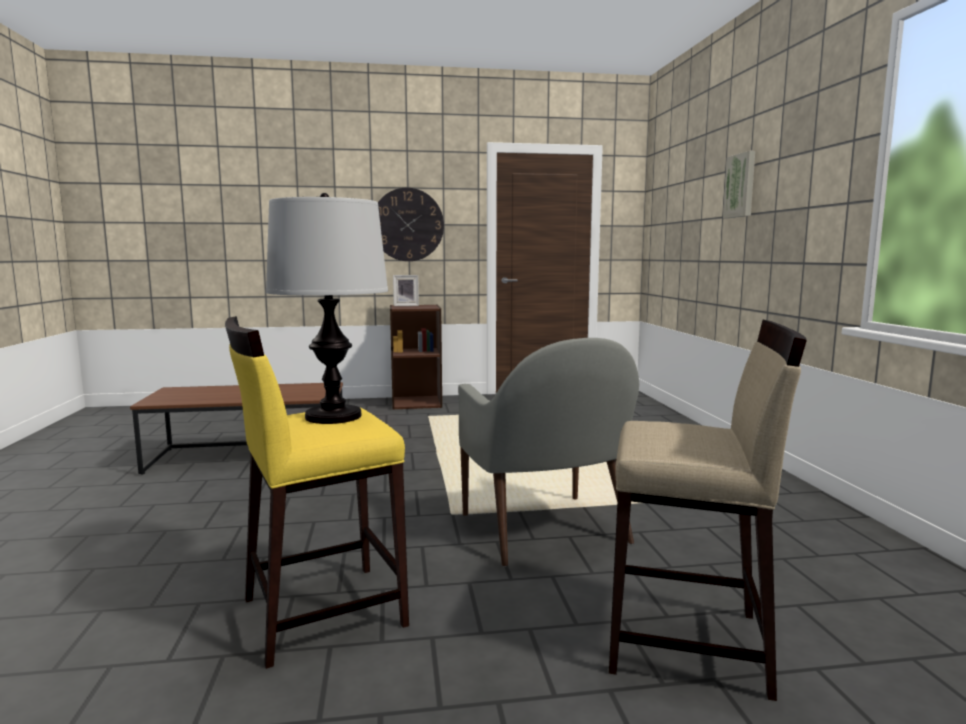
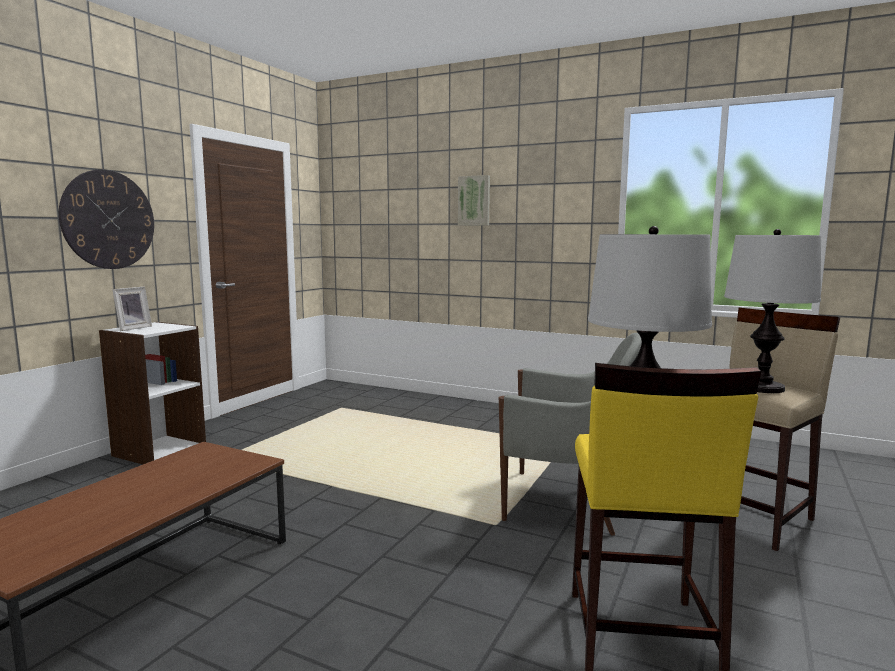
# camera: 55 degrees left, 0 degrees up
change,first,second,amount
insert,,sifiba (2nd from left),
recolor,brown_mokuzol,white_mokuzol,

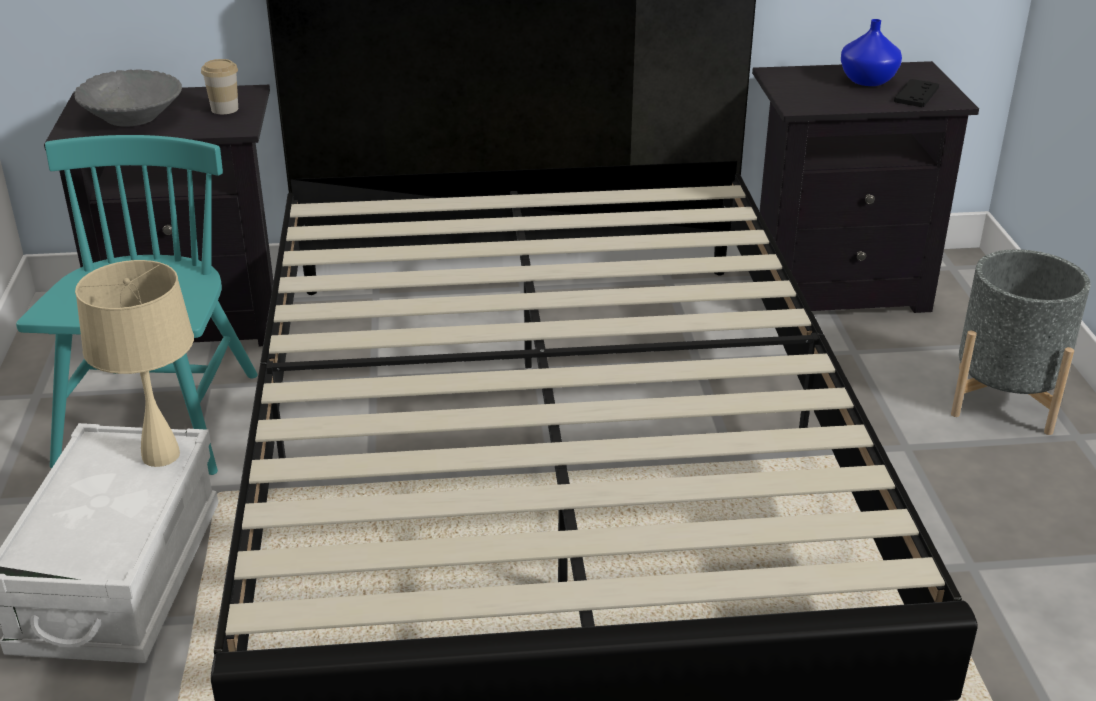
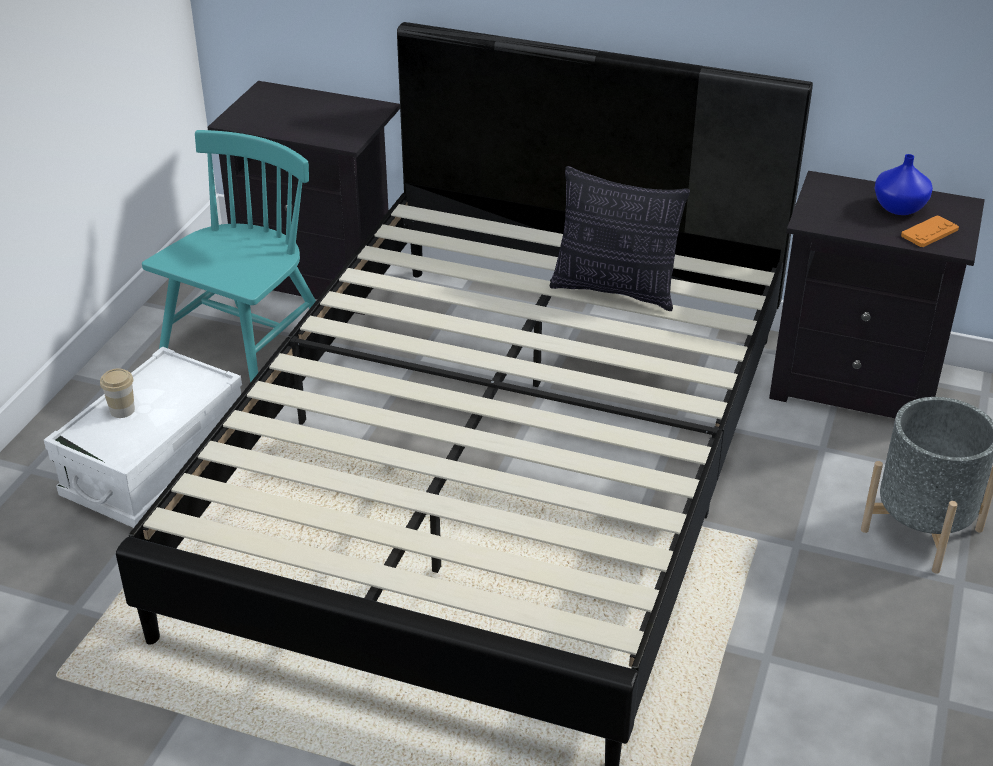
# camera: 25 degrees right, 5 degrees up
change,first,second,amount
delete,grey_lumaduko,,
delete,beige_sifiba,,
insert,,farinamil,
move,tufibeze,,
recolor,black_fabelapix,orange_fabelapix,

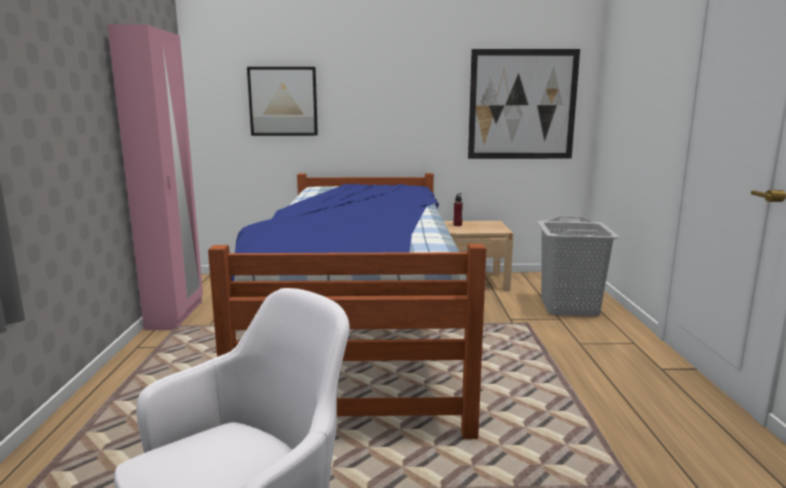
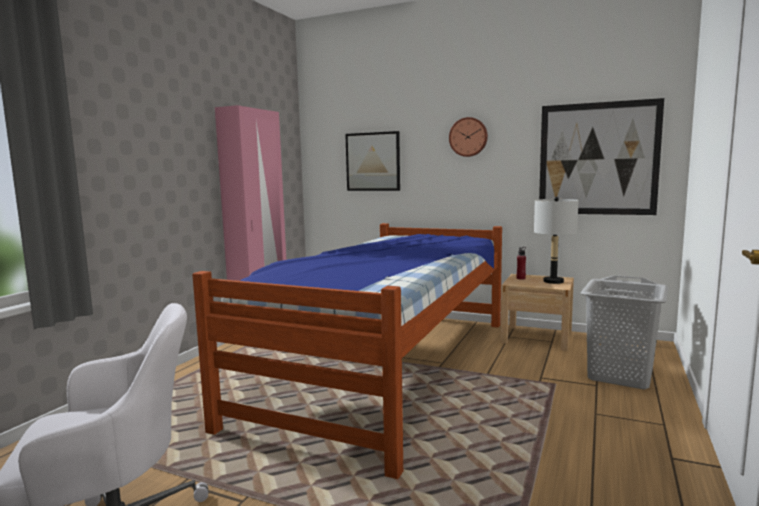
# camera: 25 degrees right, 5 degrees down
change,first,second,amount
insert,,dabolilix,
insert,,grey_sifiba,

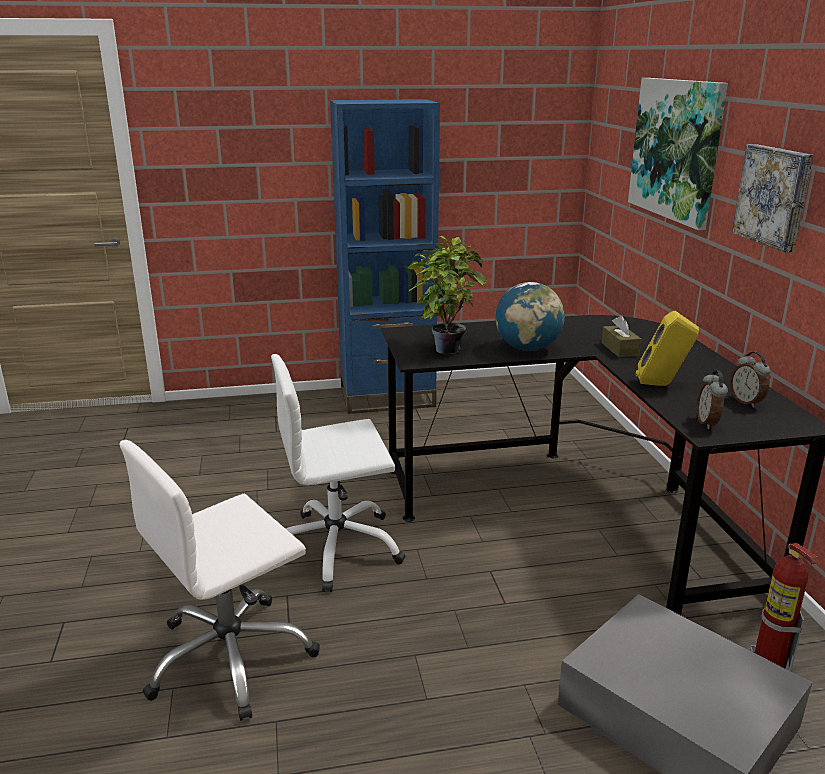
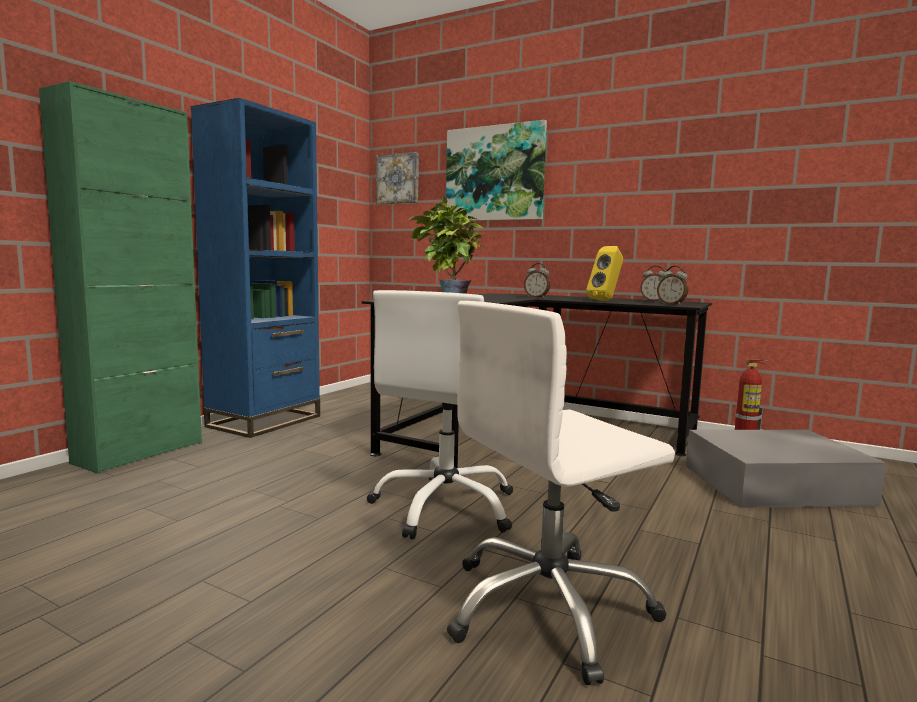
# camera: 50 degrees left, 15 degrees down
change,first,second,amount
delete,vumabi,,
insert,,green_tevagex,
move,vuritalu (2nd from left in the first image),vuritalu (1st from left),
replace,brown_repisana,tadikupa (1st from left),
rotate,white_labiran (1st from left in the first image),white_labiran (2nd from left),60 degrees clockwise

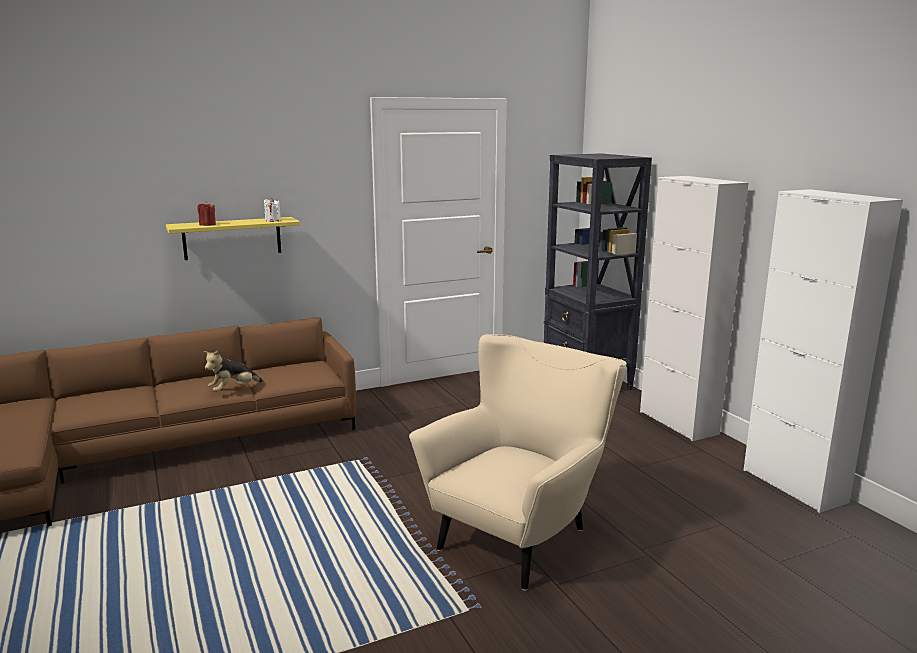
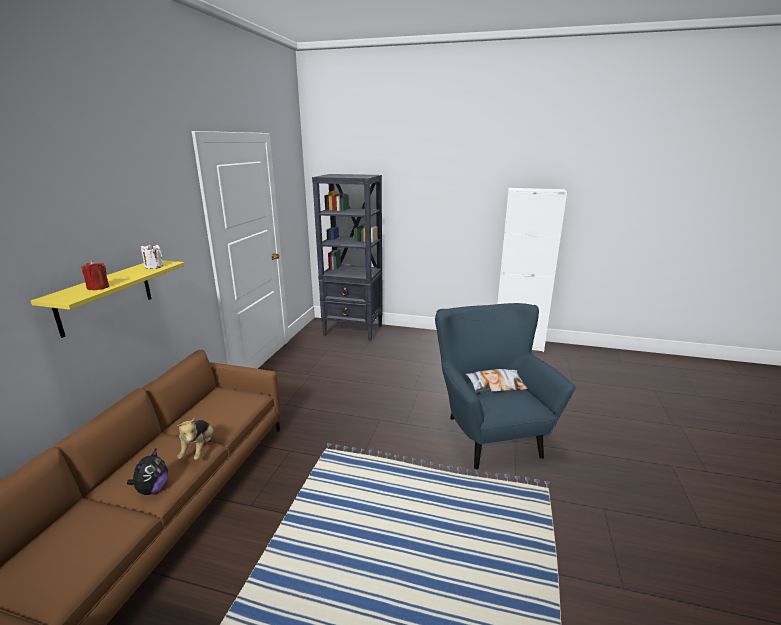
# camera: 50 degrees left, 5 degrees up
change,first,second,amount
delete,white_tevagex (1st from left),,
insert,,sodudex (1st from left),
insert,,farinamil,
recolor,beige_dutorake,blue_dutorake,

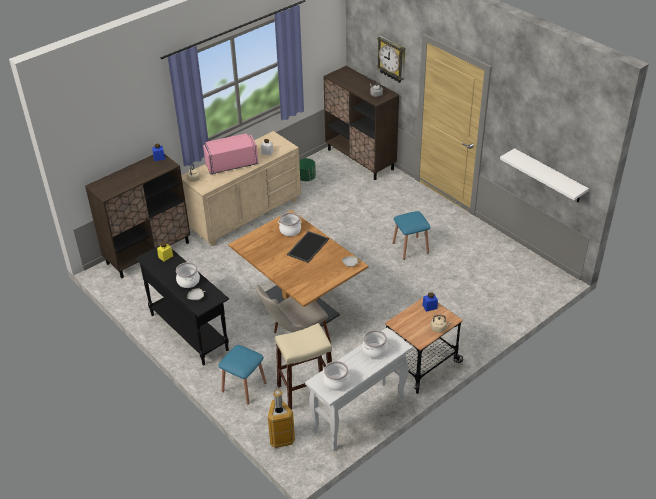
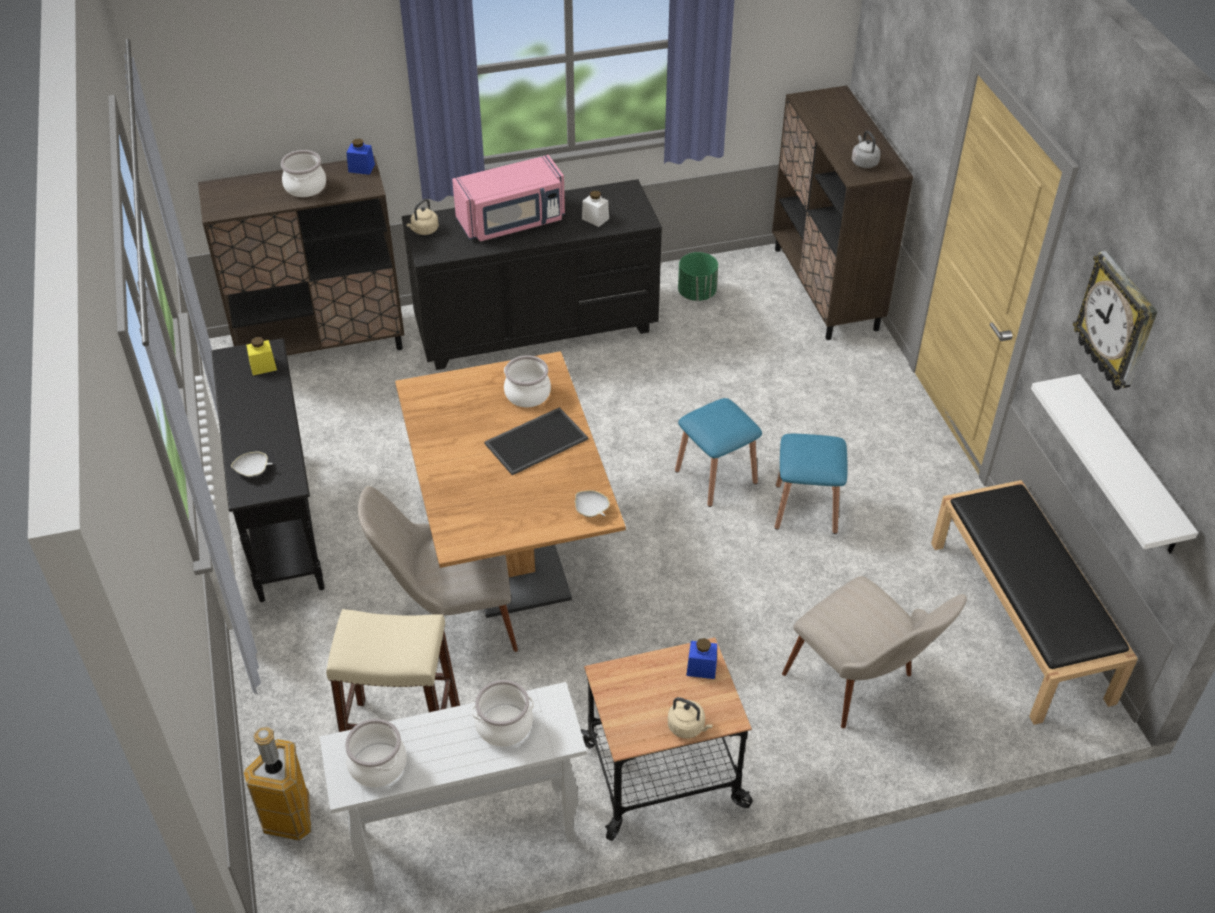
# camera: 25 degrees right, 5 degrees up
change,first,second,amount
insert,,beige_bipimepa (2nd from left),
insert,,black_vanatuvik,
move,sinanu (1st from left),,
move,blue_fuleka (1st from left),,
move,dabolilix,,
recolor,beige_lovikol,black_lovikol,
rotate,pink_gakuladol,,150 degrees clockwise

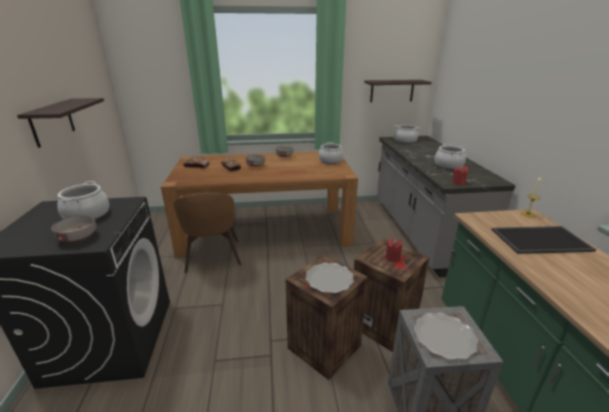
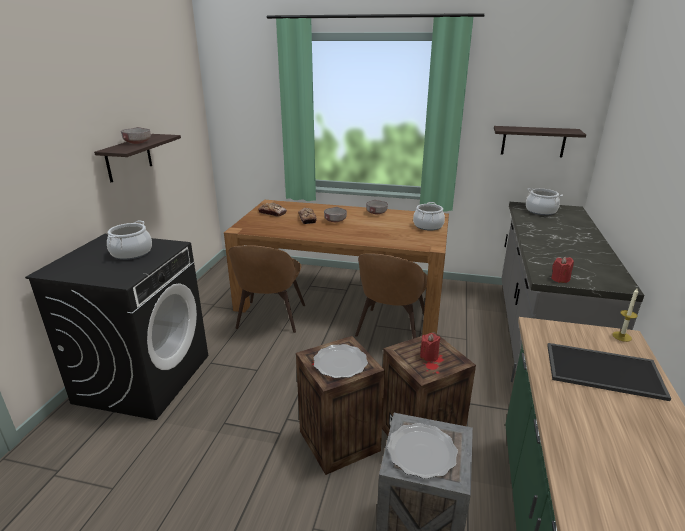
# camera: 20 degrees right, 0 degrees up
change,first,second,amount
delete,sinanu (4th from left),,
insert,,brown_bipimepa (2nd from left),
move,grey_lumaduko (1st from left),,

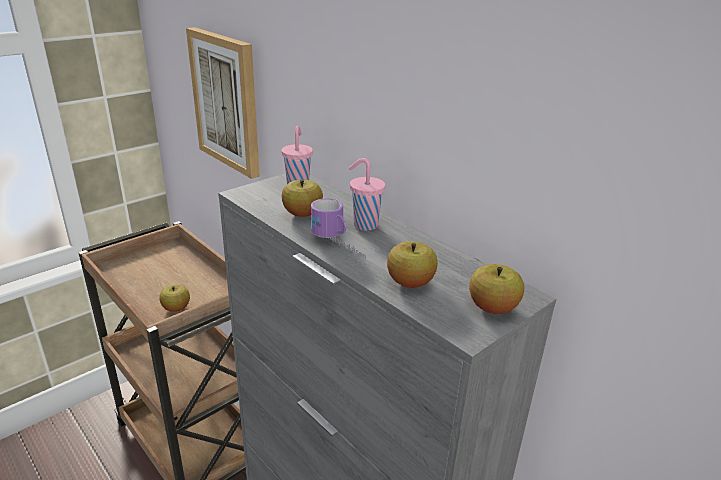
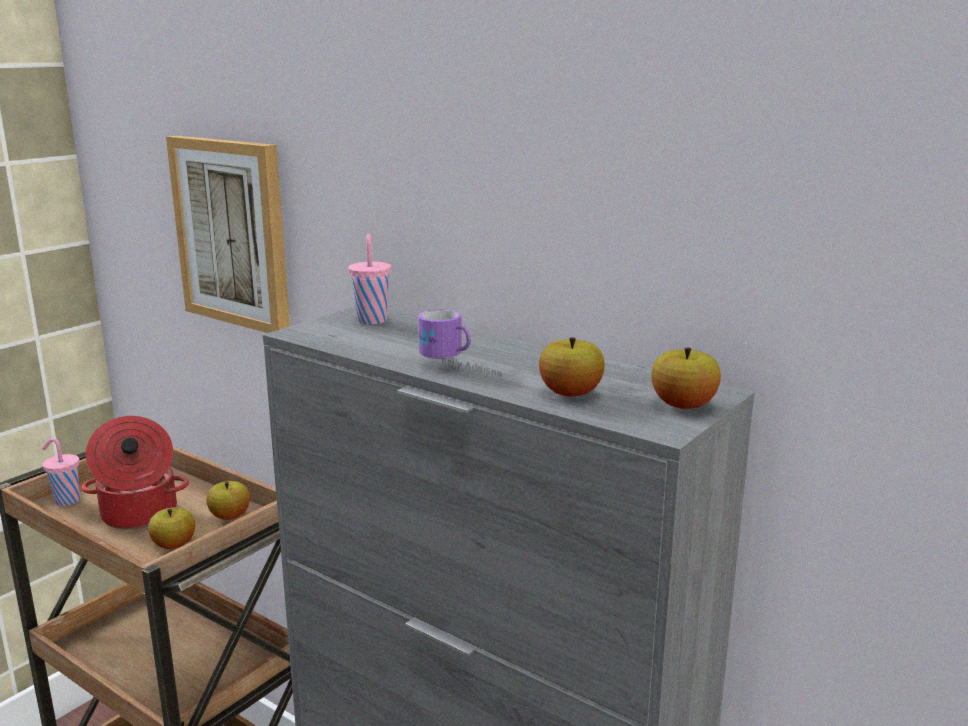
# camera: 10 degrees left, 10 degrees down
change,first,second,amount
insert,,sinanu,
move,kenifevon (2nd from left),,
move,pink_tufibeze (2nd from left in the first image),pink_tufibeze (1st from left),

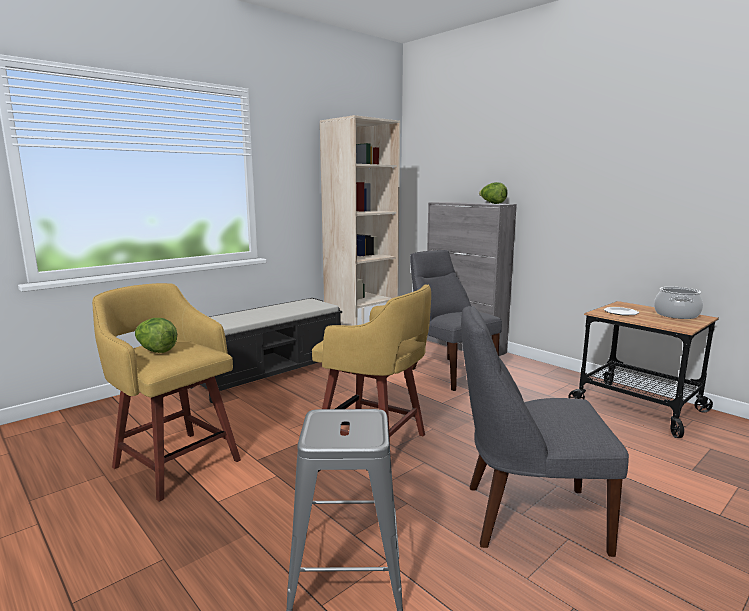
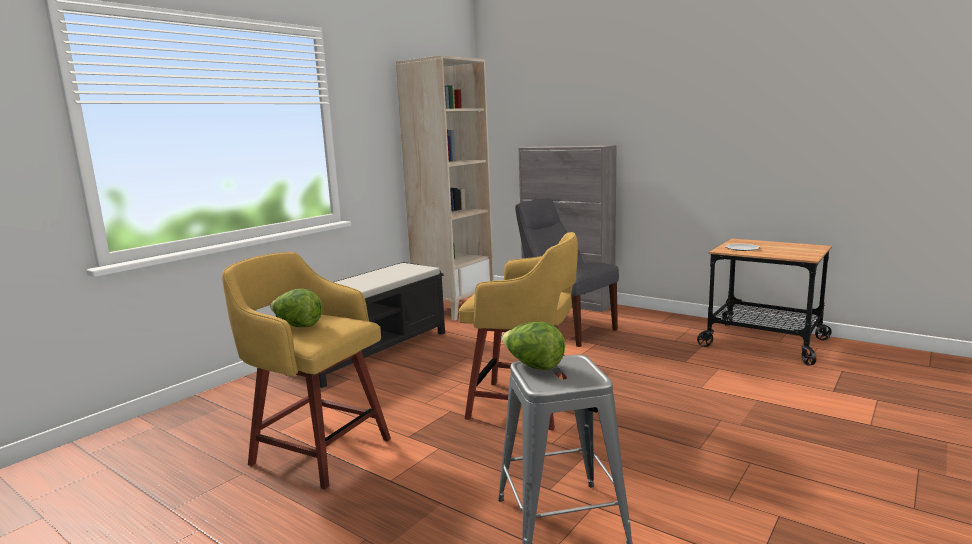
# camera: 10 degrees left, 0 degrees up
change,first,second,amount
delete,grey_bipimepa (2nd from left),,
delete,sinanu,,
move,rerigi (2nd from left),,

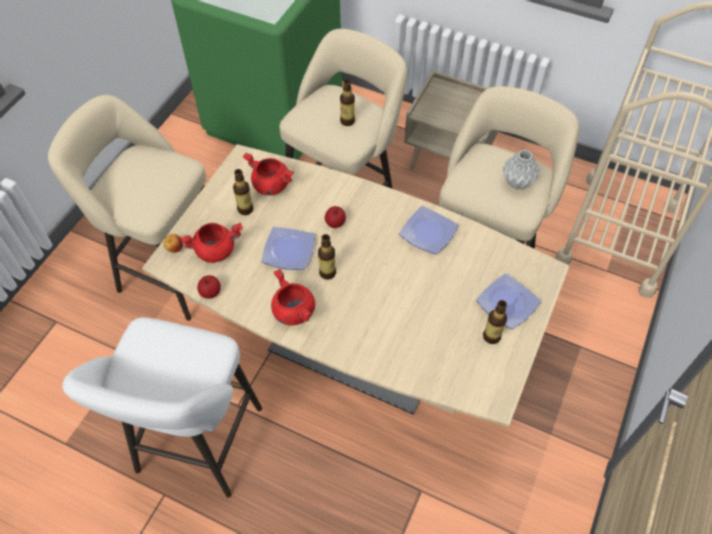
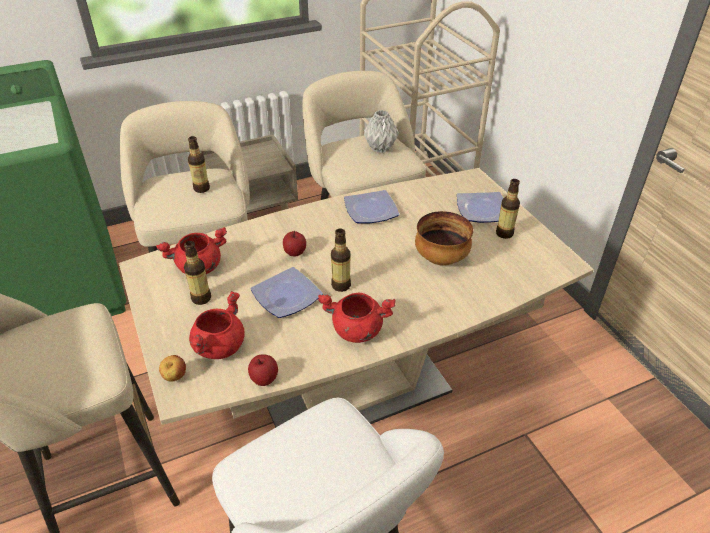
# camera: 50 degrees left, 15 degrees down
change,first,second,amount
insert,,lumaduko,

